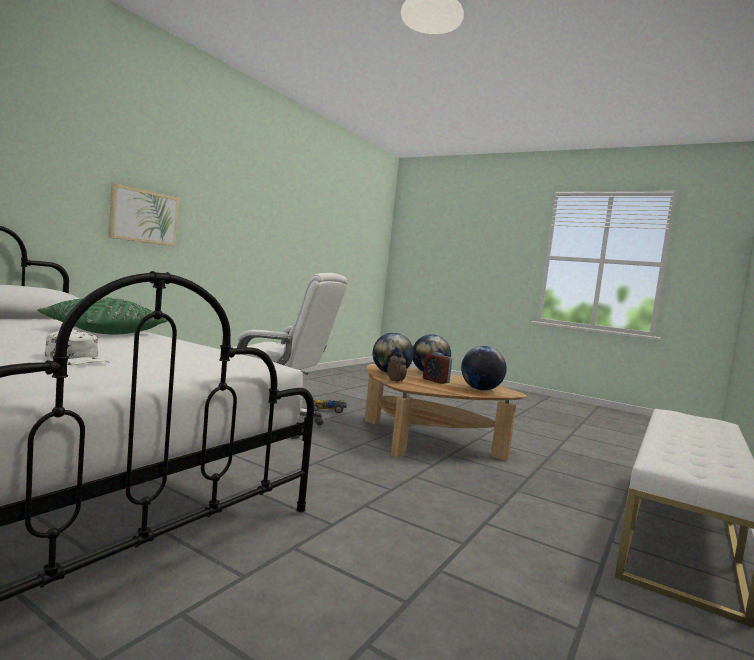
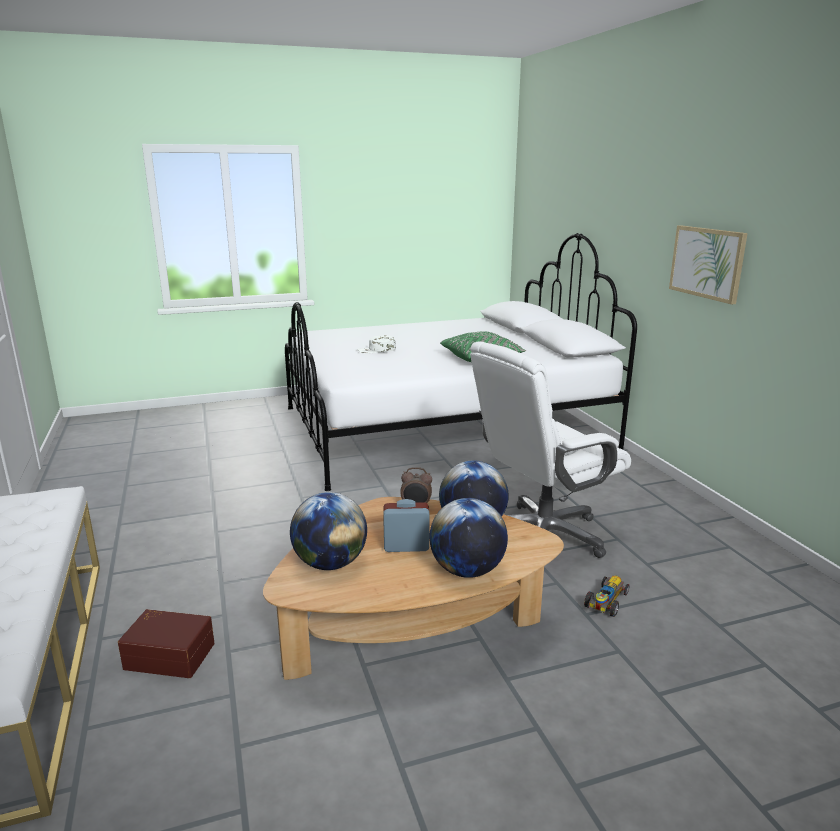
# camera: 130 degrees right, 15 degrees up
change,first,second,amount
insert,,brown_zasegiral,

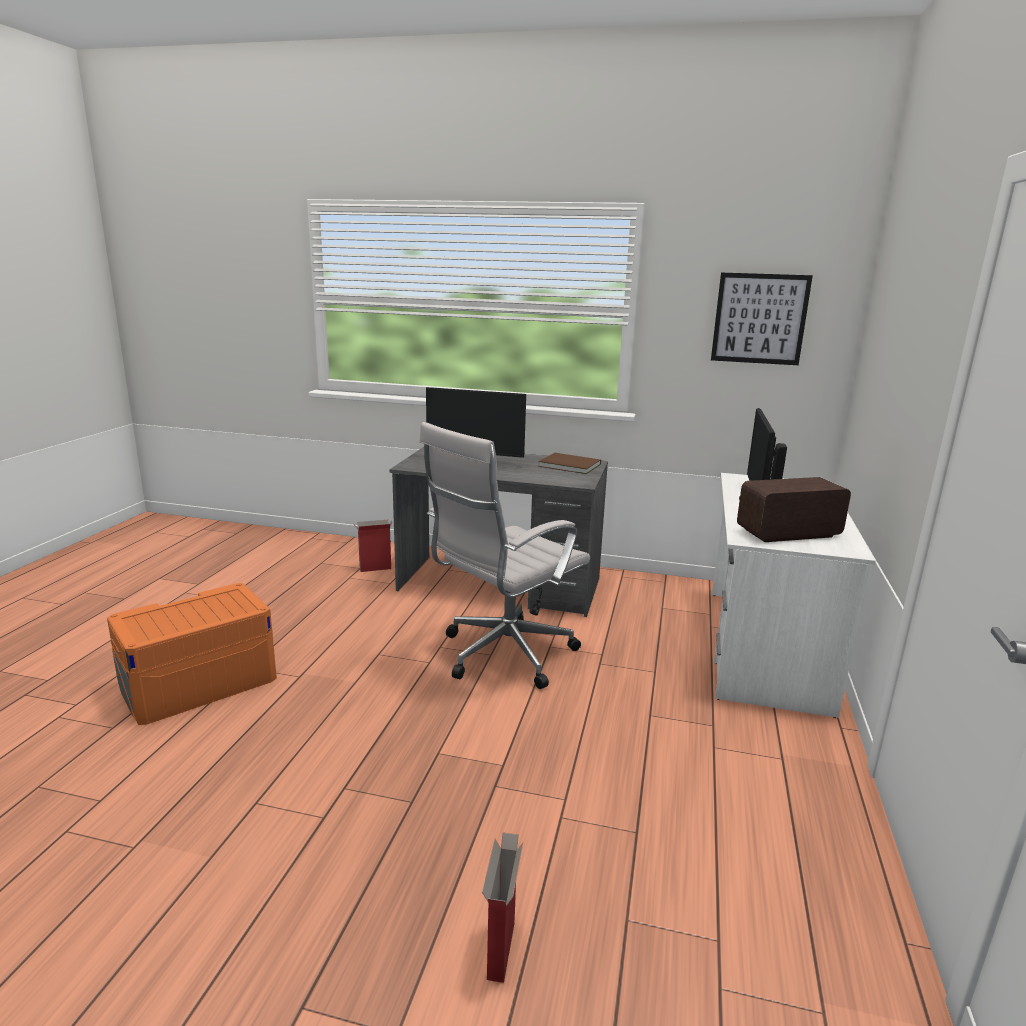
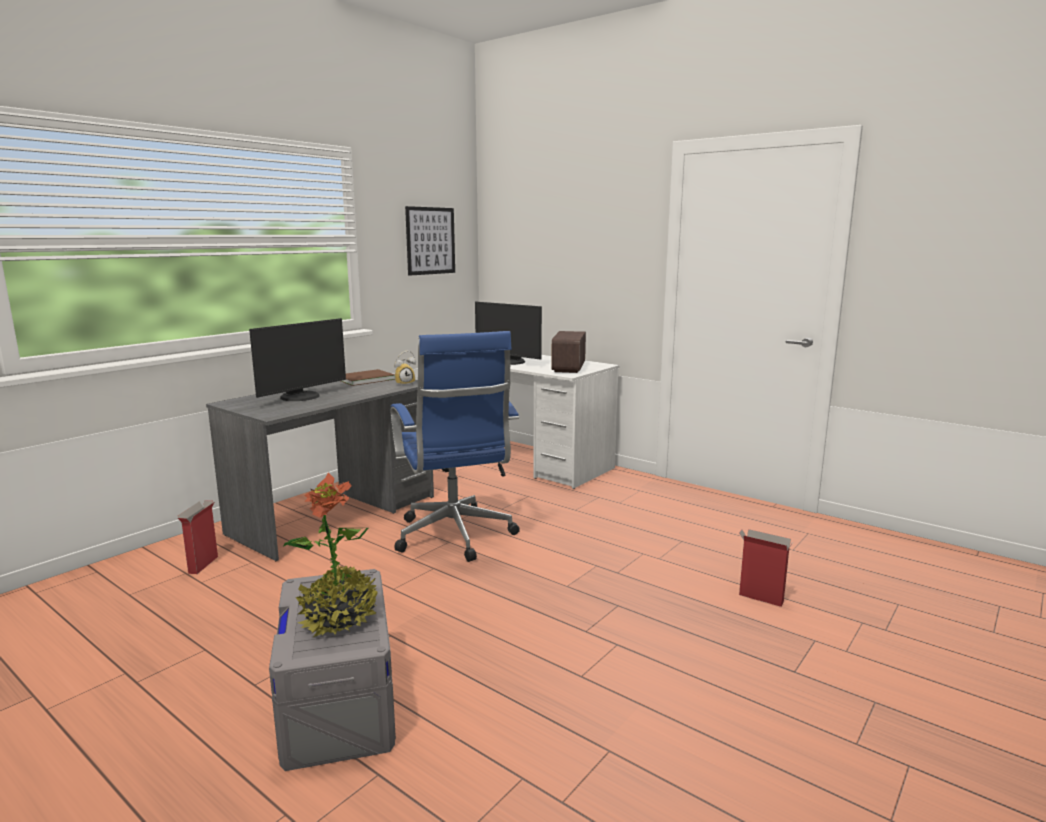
# camera: 65 degrees left, 5 degrees down
change,first,second,amount
insert,,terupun,
insert,,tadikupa,
recolor,orange_zasegiral,grey_zasegiral,
recolor,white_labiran,blue_labiran,

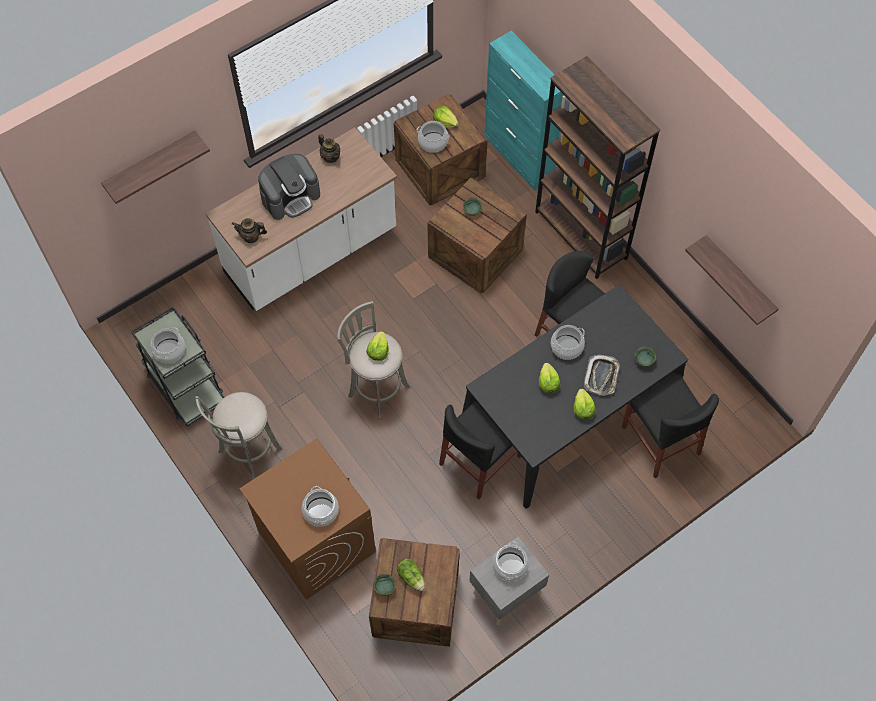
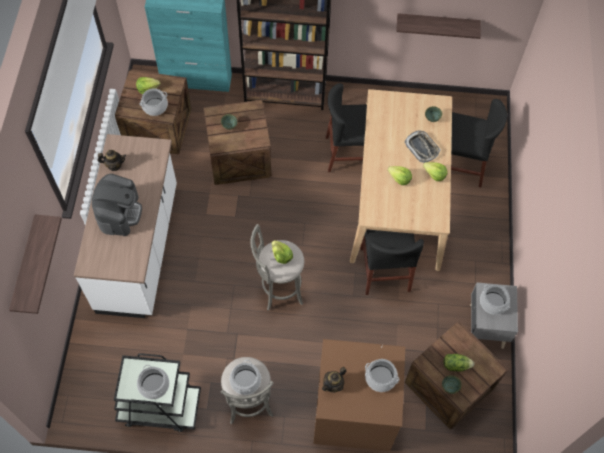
# camera: 50 degrees left, 0 degrees up
change,first,second,amount
move,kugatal (1st from left in the first image),kugatal (2nd from left),
move,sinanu (5th from left in the first image),sinanu (3rd from left),
recolor,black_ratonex,beige_ratonex,

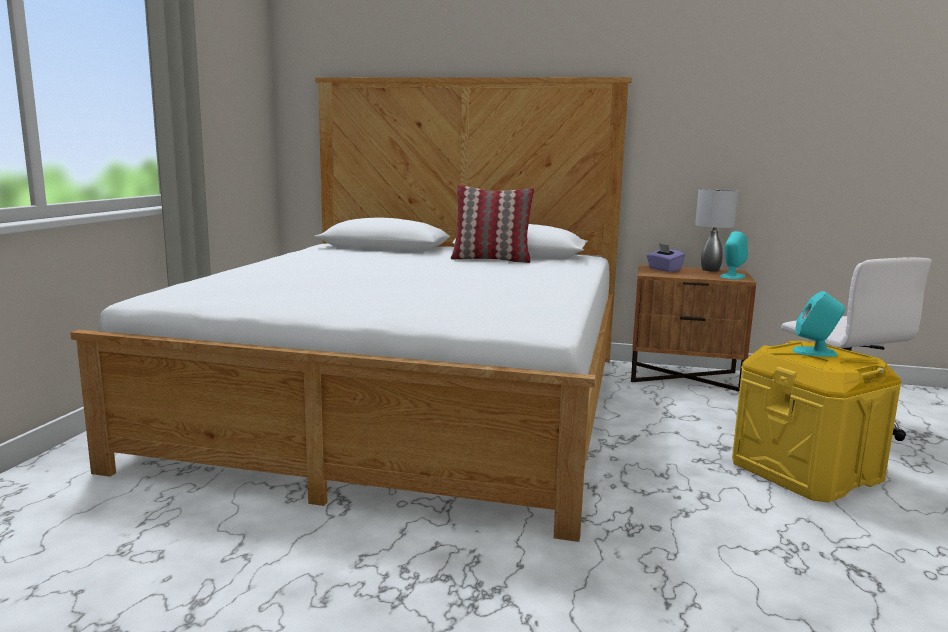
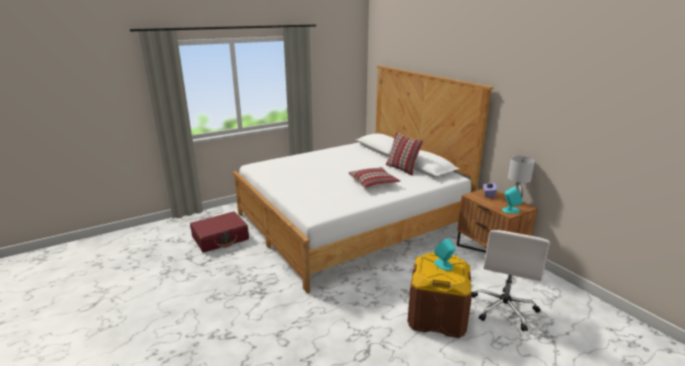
# camera: 45 degrees right, 10 degrees up
change,first,second,amount
insert,,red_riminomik,
insert,,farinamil (1st from left),
recolor,yellow_zasegiral,brown_zasegiral,

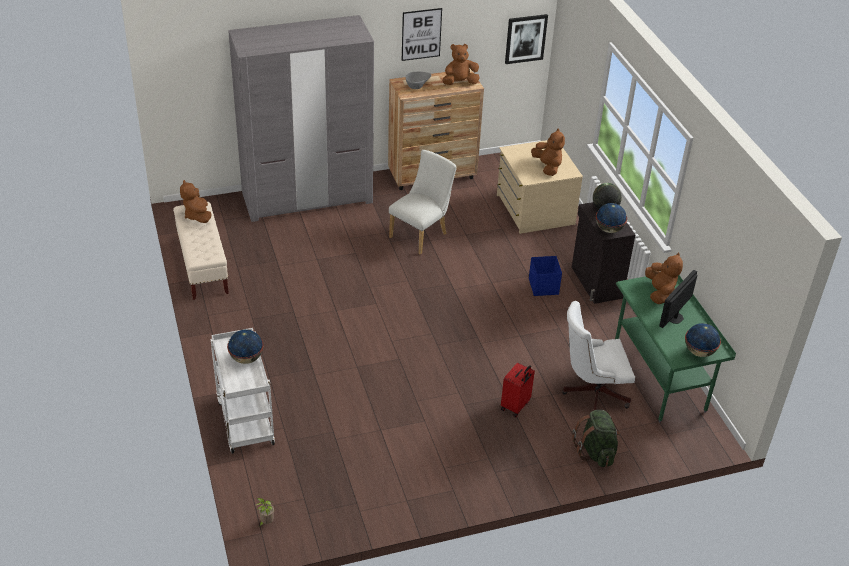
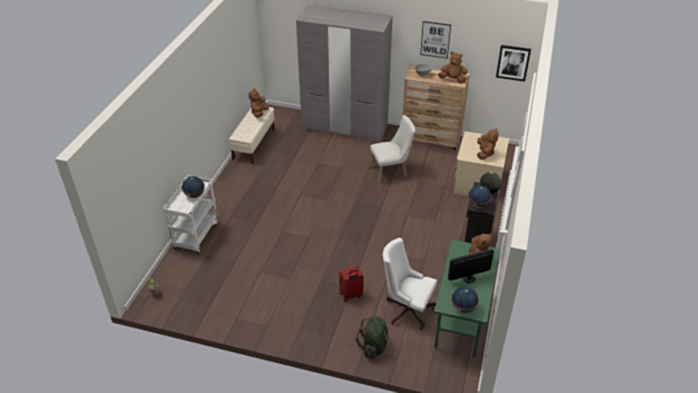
# camera: 35 degrees right, 0 degrees up
change,first,second,amount
delete,blue_zasegiral,,

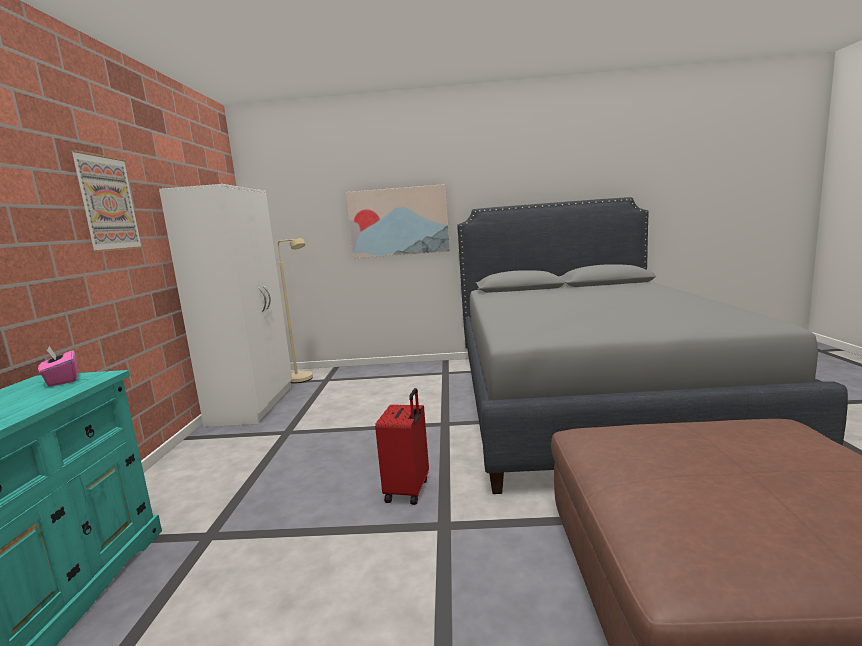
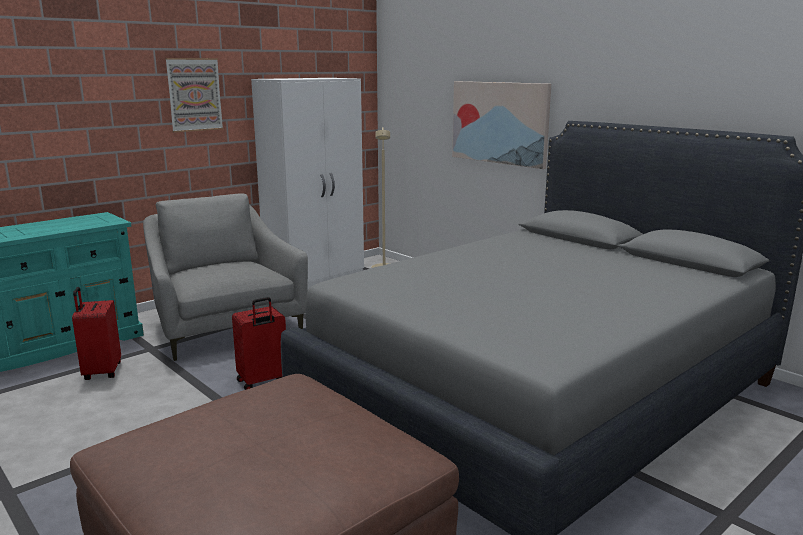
# camera: 45 degrees right, 5 degrees up
change,first,second,amount
delete,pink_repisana,,
insert,,red_riminomik (1st from left),
insert,,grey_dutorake,

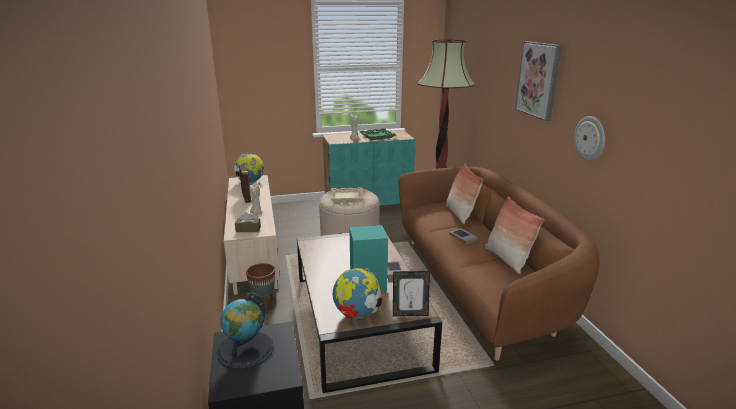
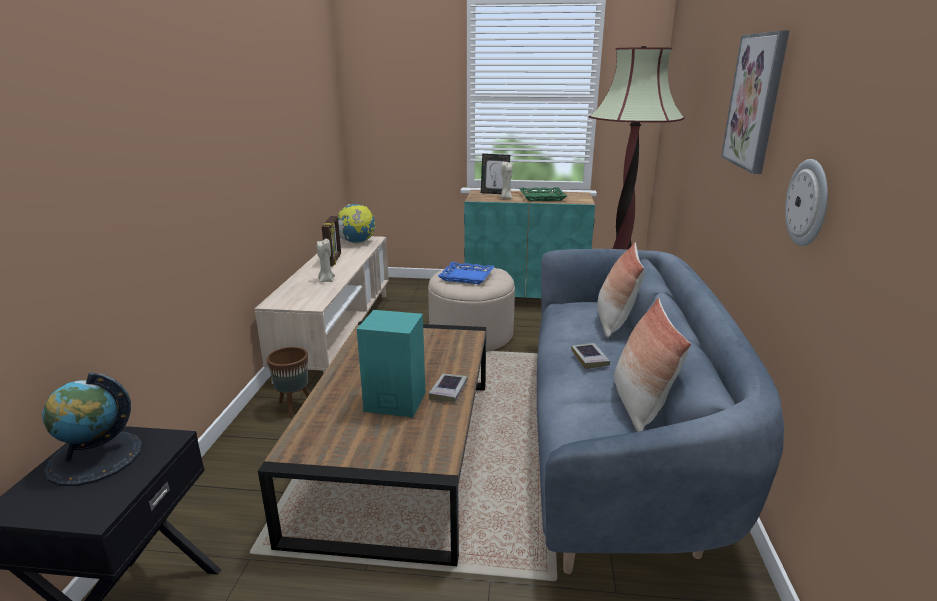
# camera: 20 degrees right, 0 degrees up
change,first,second,amount
delete,brown_repisana,,
delete,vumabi (3rd from left),,
move,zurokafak (2nd from left),,
recolor,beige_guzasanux,blue_guzasanux,
recolor,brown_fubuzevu,blue_fubuzevu,

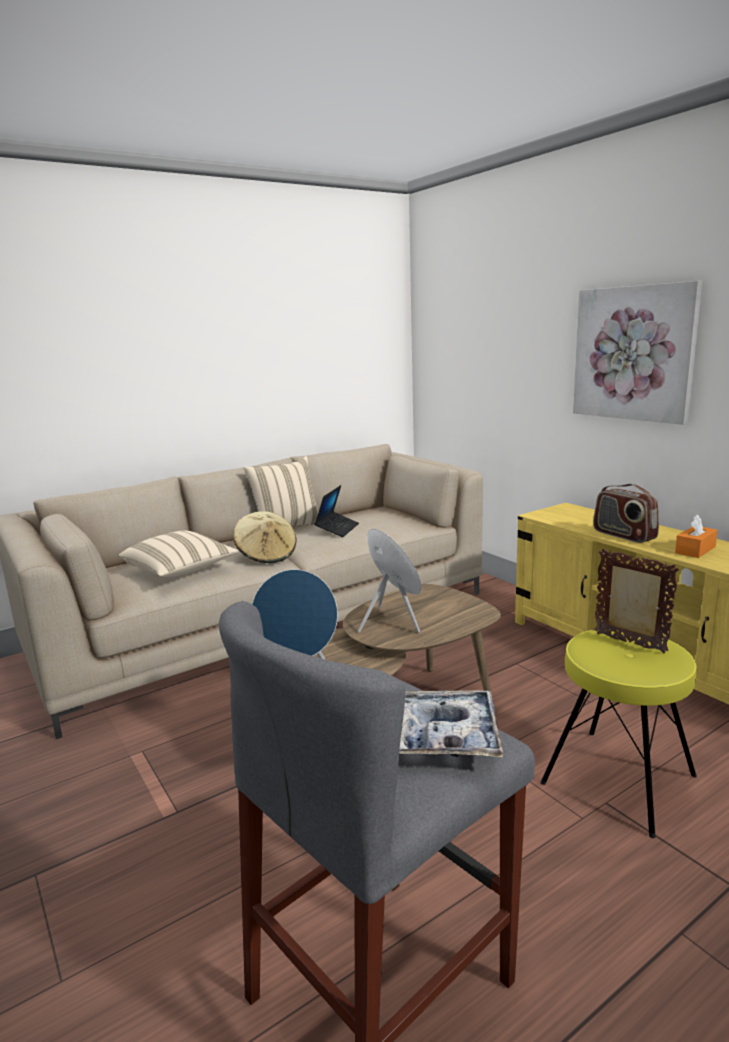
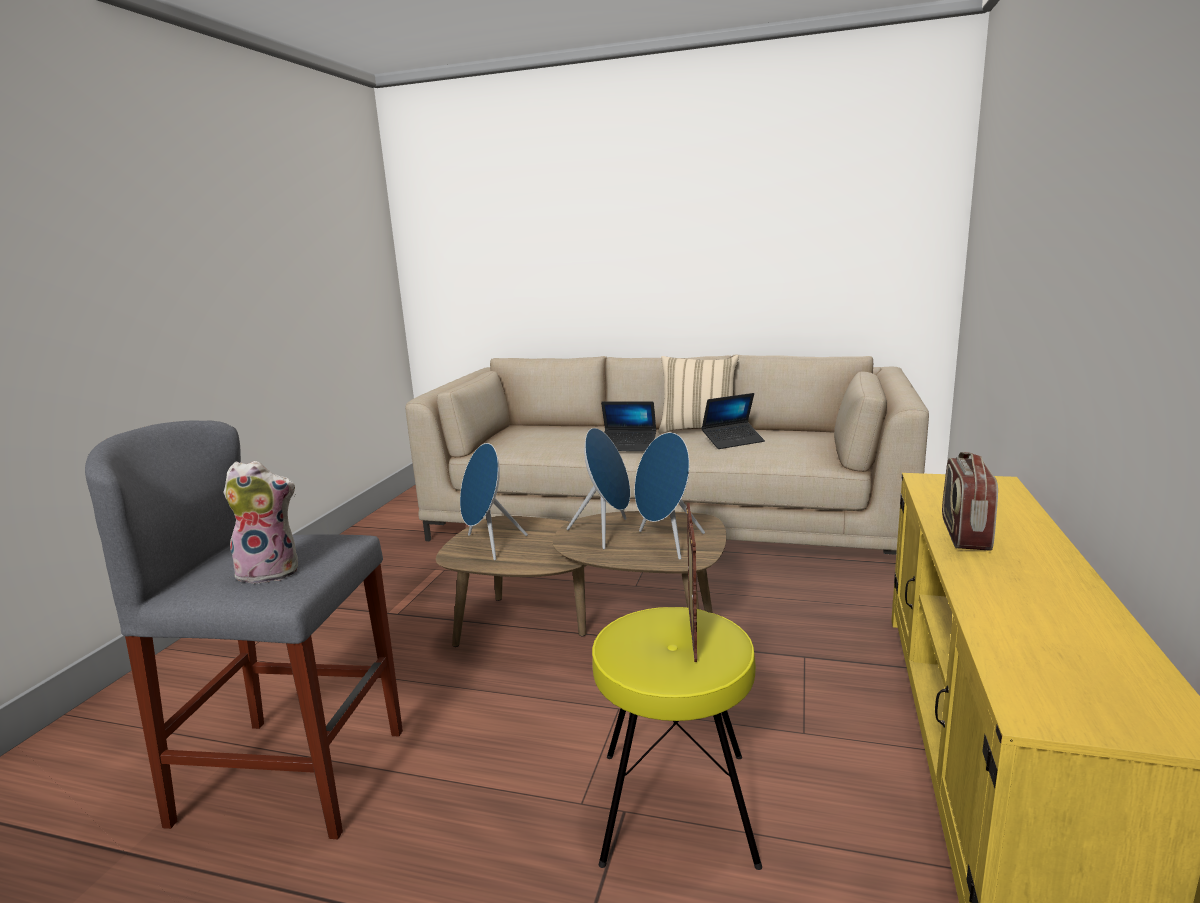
# camera: 50 degrees right, 0 degrees up
change,first,second,amount
delete,beige_farinamil (1st from left),,
delete,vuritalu,,
delete,orange_repisana,,
insert,,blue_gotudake (3rd from left),
replace,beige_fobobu,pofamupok (1st from left),
replace,guzasanux,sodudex,

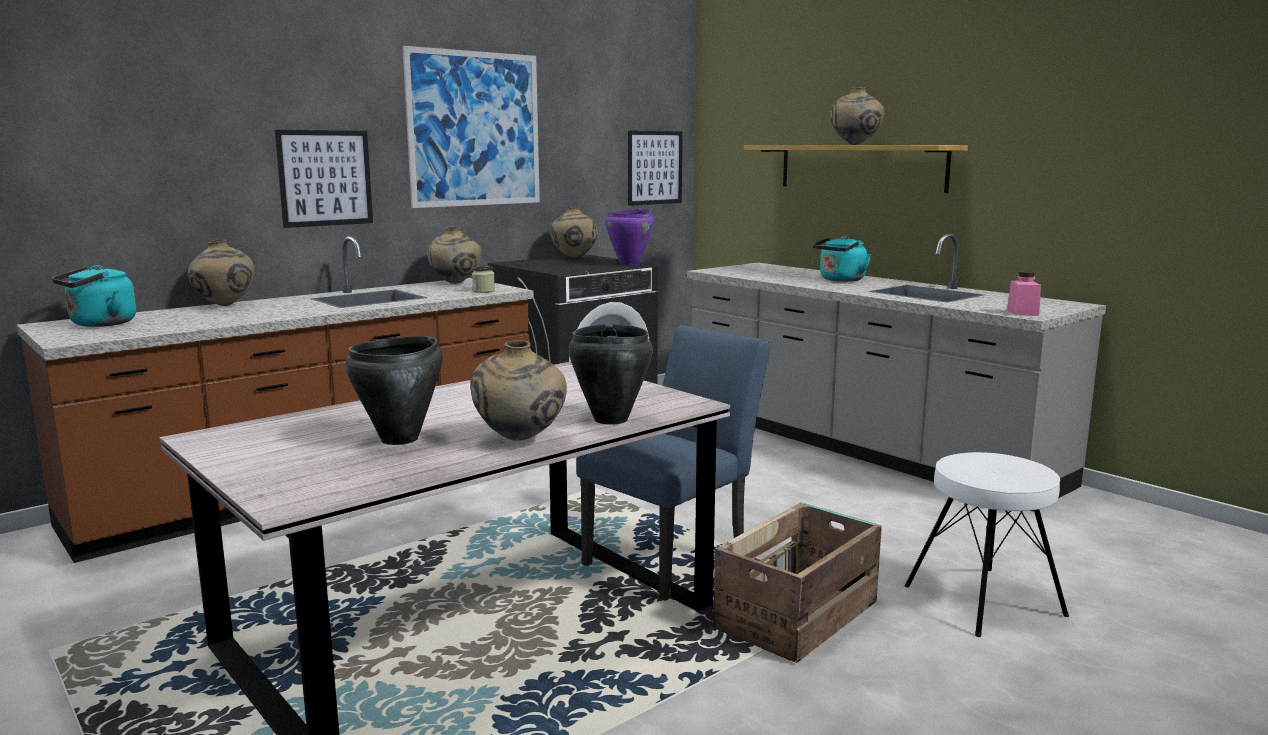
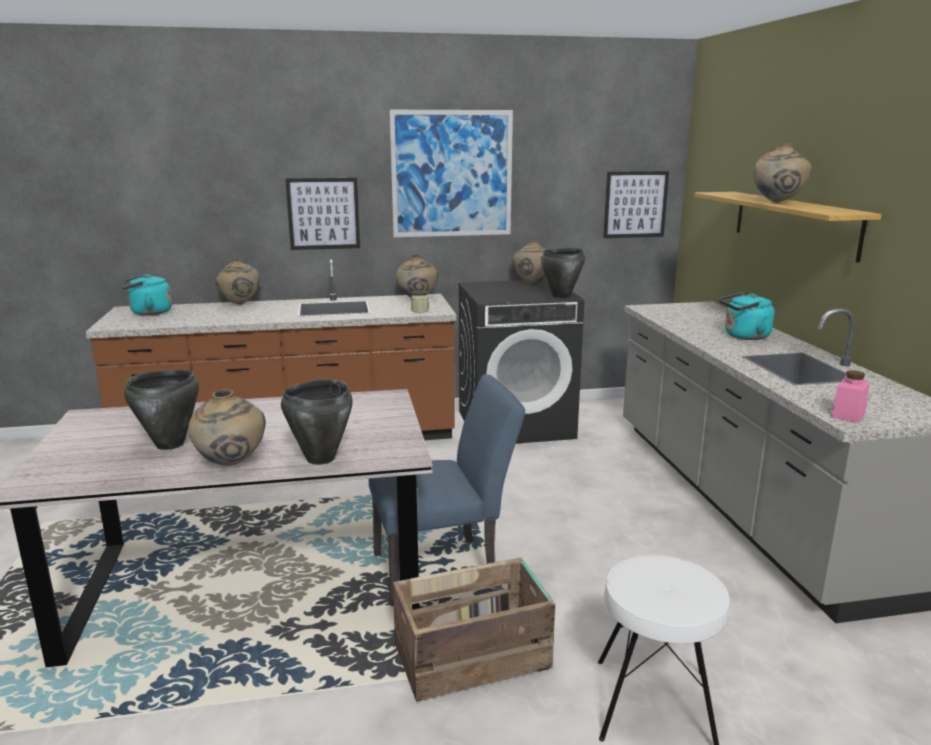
# camera: 30 degrees right, 5 degrees up
change,first,second,amount
recolor,purple_sinanu,black_sinanu (3rd from left),

